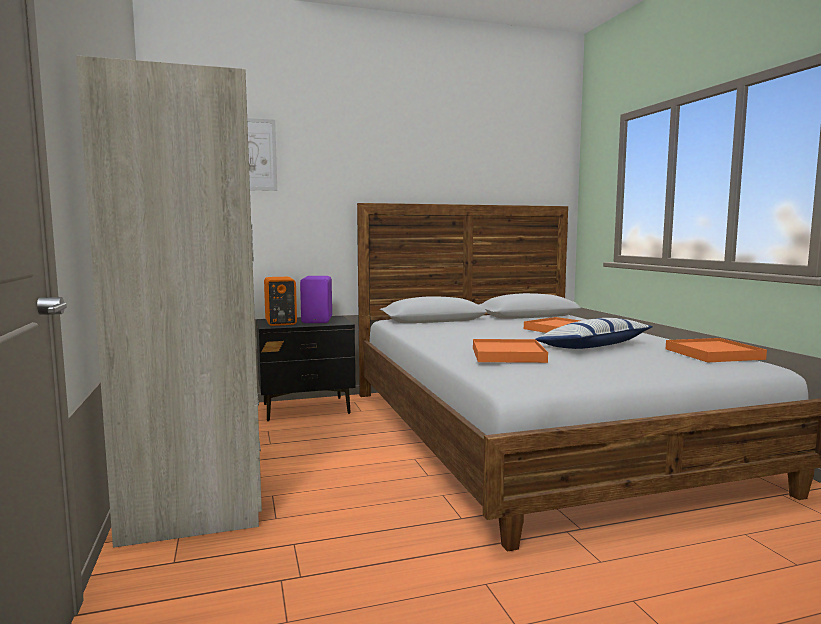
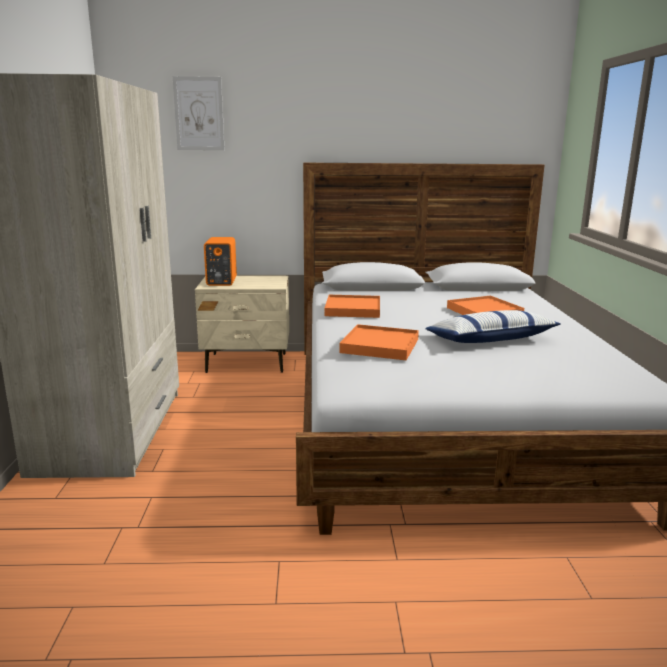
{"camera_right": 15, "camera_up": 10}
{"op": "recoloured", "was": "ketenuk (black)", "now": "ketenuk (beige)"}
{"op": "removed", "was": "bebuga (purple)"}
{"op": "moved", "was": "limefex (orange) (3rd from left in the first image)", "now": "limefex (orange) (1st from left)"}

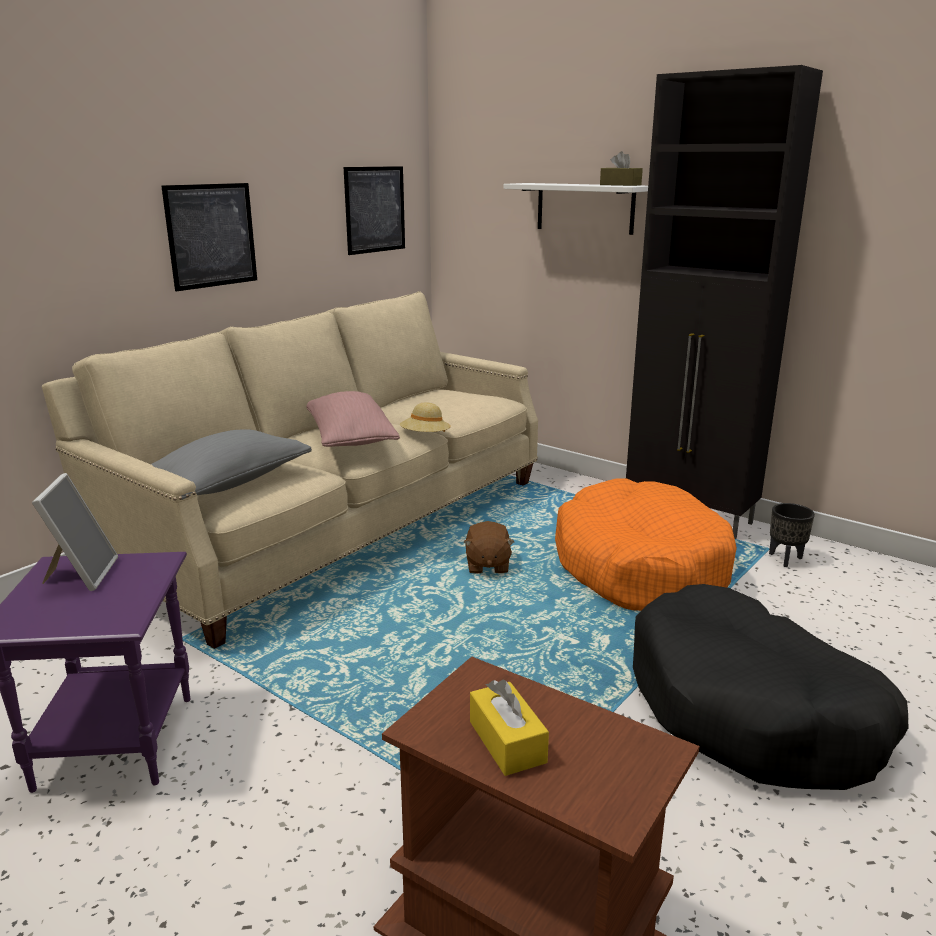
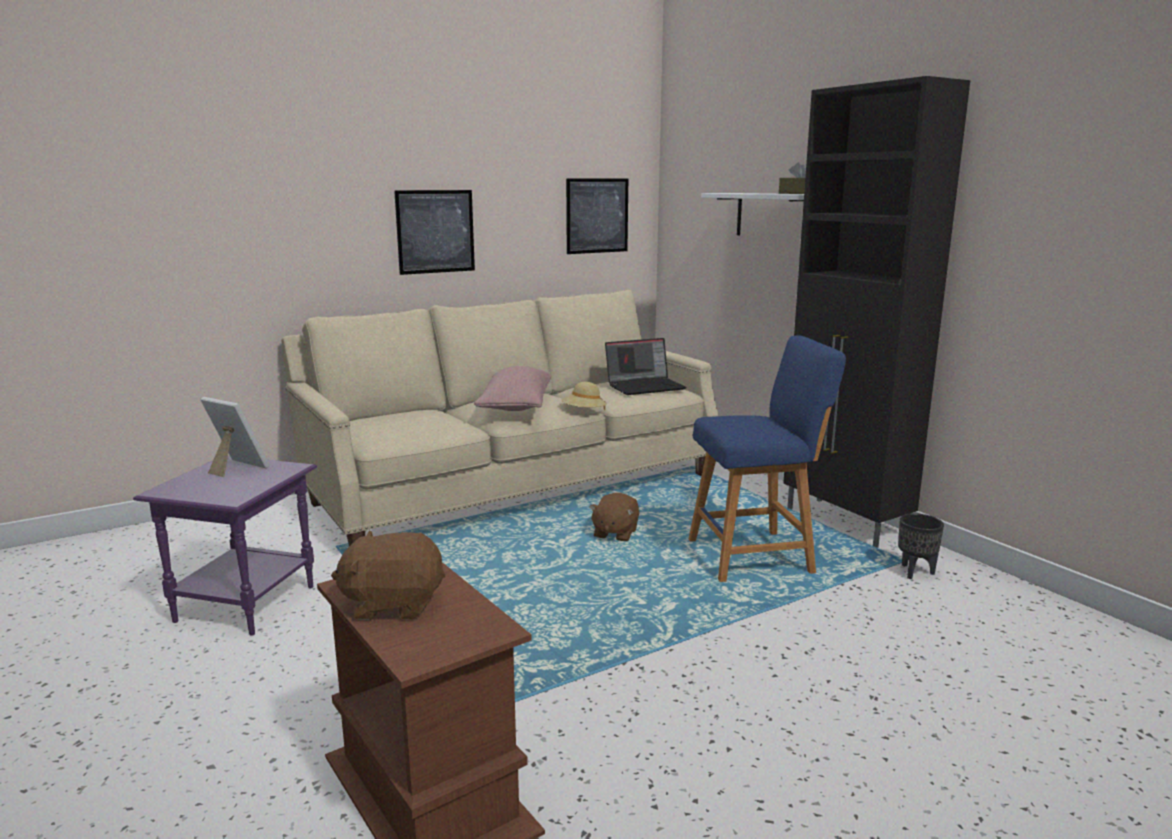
{"camera_right": 20, "camera_up": -5}
{"op": "turned", "was": "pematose", "clockwise": -75}
{"op": "removed", "was": "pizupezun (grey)"}
{"op": "replaced", "was": "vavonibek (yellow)", "now": "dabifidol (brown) (1st from left)"}
{"op": "replaced", "was": "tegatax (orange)", "now": "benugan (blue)"}
{"op": "removed", "was": "tegatax (black)"}
{"op": "added", "now": "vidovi"}

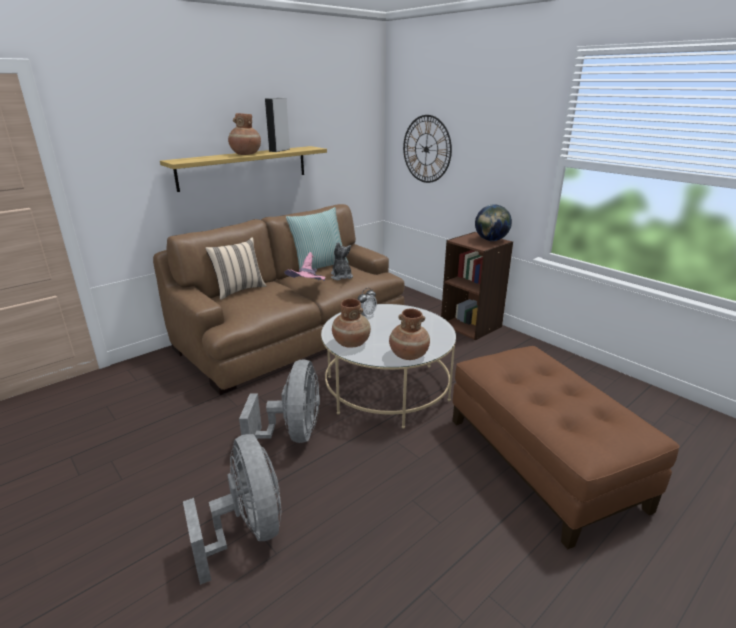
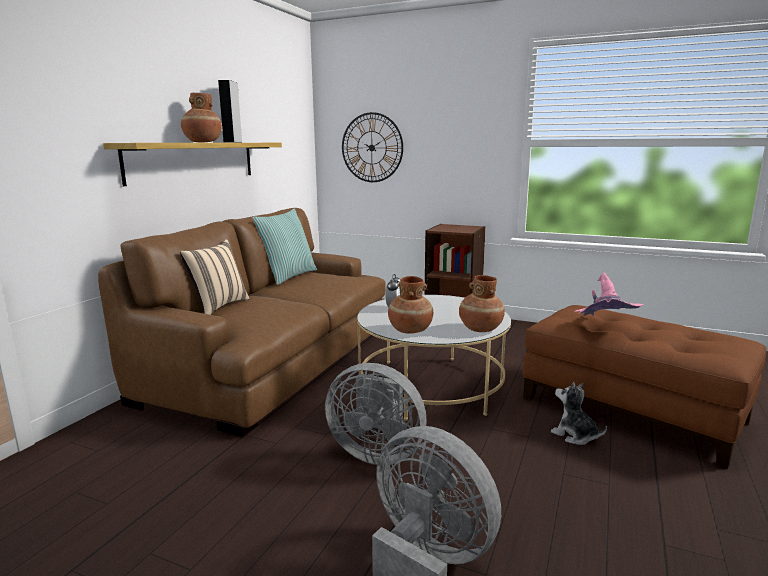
{"camera_right": -25, "camera_up": -10}
{"op": "turned", "was": "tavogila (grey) (2nd from left in the first image)", "clockwise": 135}
{"op": "moved", "was": "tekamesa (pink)"}
{"op": "moved", "was": "dabifidol"}
{"op": "removed", "was": "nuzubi"}

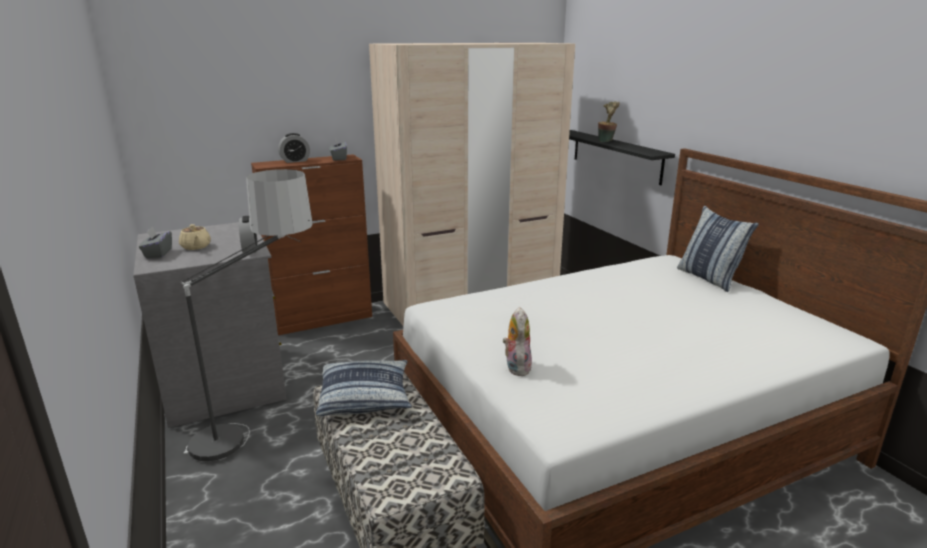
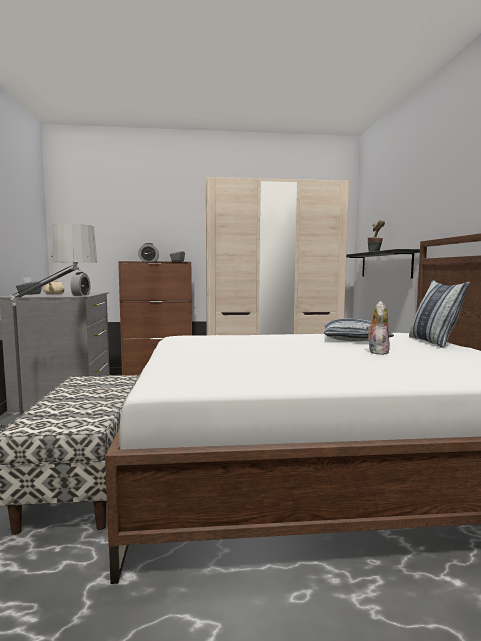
{"camera_right": 20, "camera_up": -15}
{"op": "moved", "was": "pizupezun (1st from left)"}
{"op": "moved", "was": "dabifidol"}

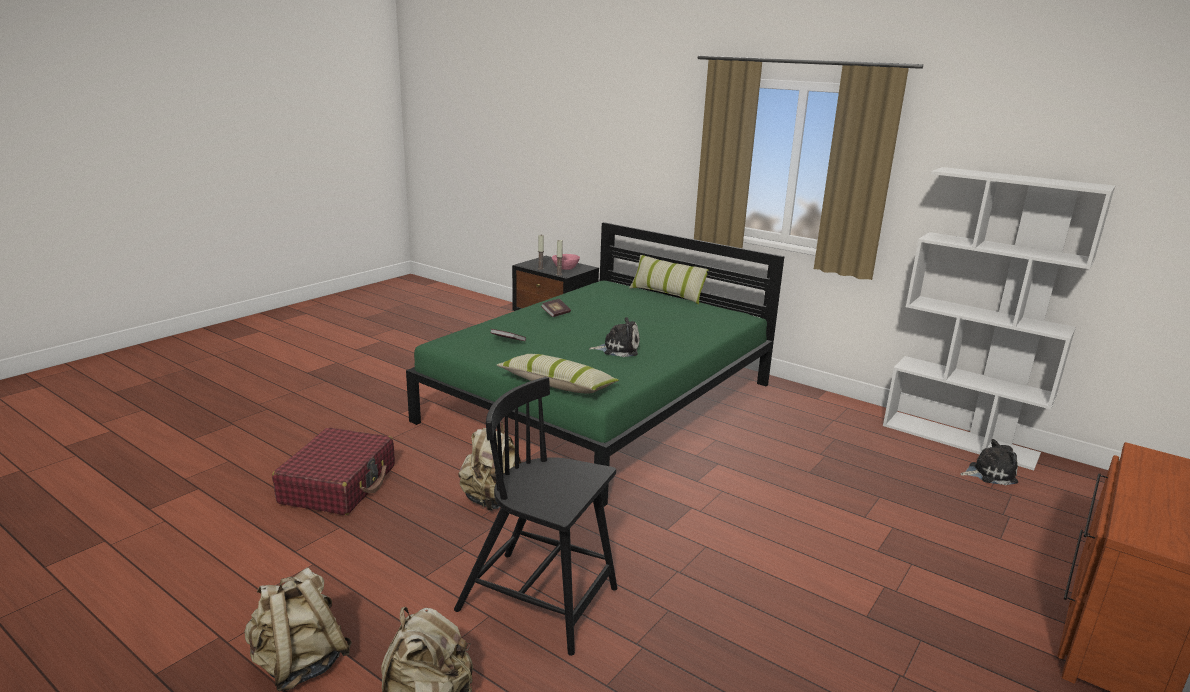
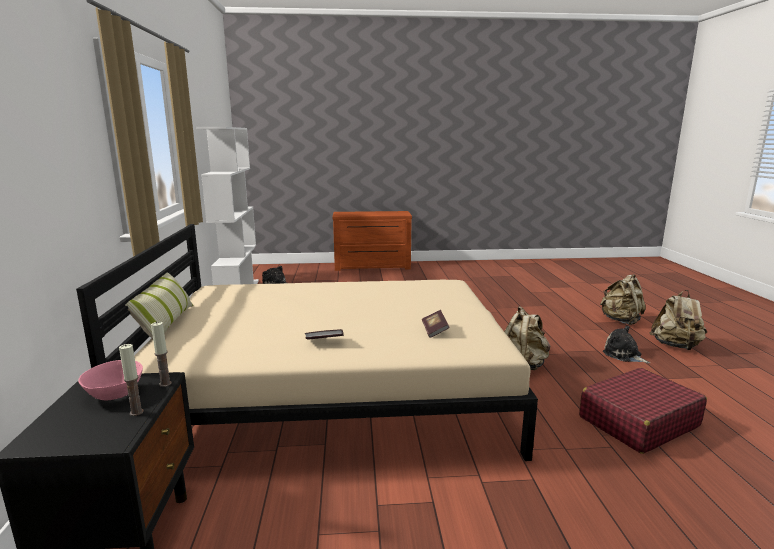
{"camera_right": -130, "camera_up": -5}
{"op": "recoloured", "was": "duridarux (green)", "now": "duridarux (beige)"}
{"op": "removed", "was": "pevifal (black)"}
{"op": "removed", "was": "pizupezun (1st from left)"}
{"op": "moved", "was": "dabifidol (1st from left in the first image)", "now": "dabifidol (2nd from left)"}

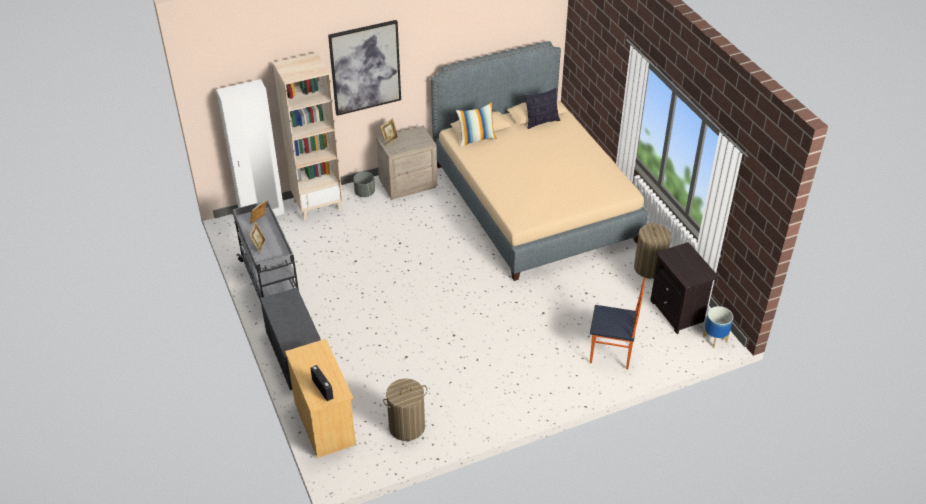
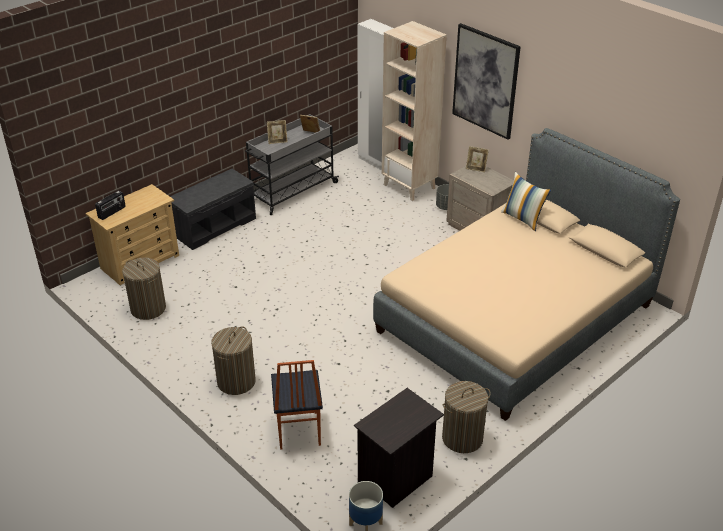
{"camera_right": 70, "camera_up": -5}
{"op": "removed", "was": "pizupezun (2nd from left)"}
{"op": "added", "now": "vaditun (2nd from left)"}

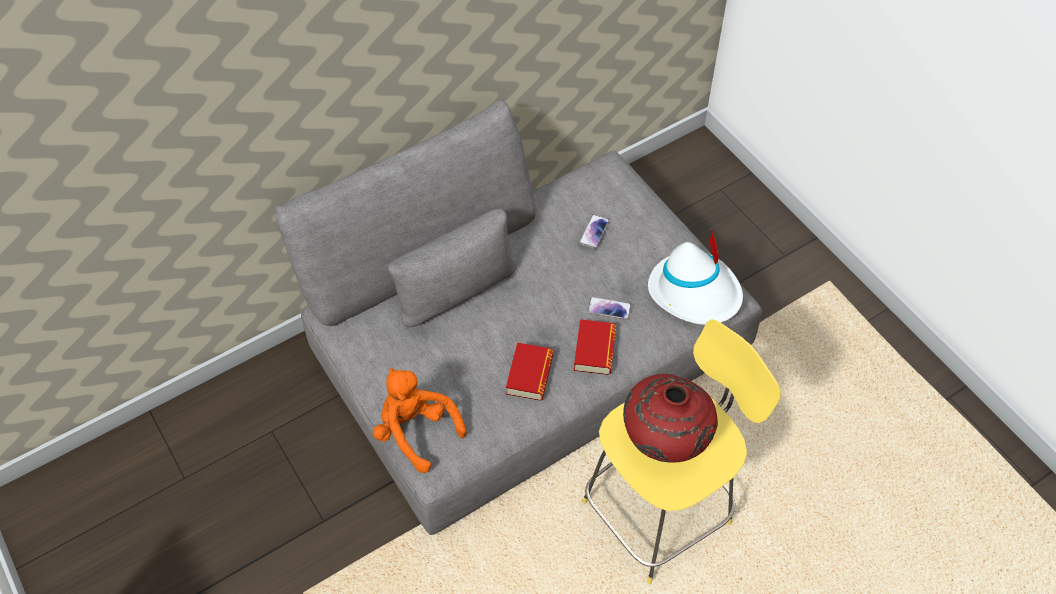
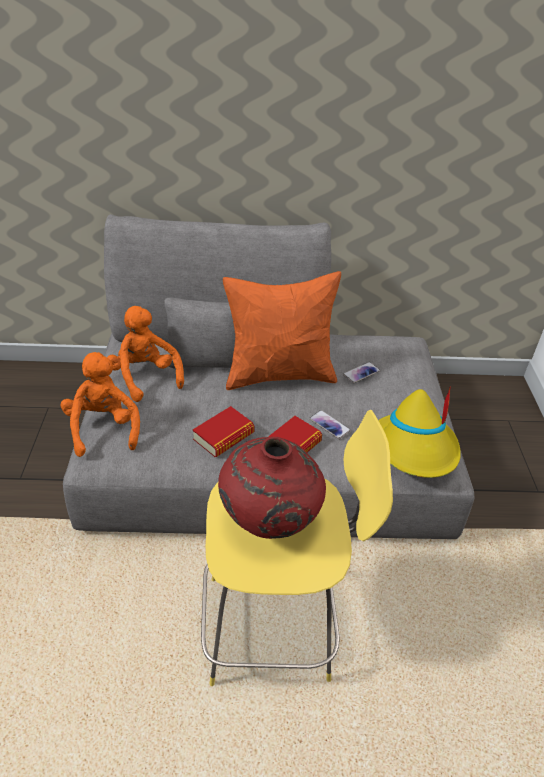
{"camera_right": 30, "camera_up": -15}
{"op": "recoloured", "was": "tekamesa (white)", "now": "tekamesa (yellow)"}
{"op": "added", "now": "dabifidol (orange) (2nd from left)"}
{"op": "added", "now": "pizupezun (orange)"}

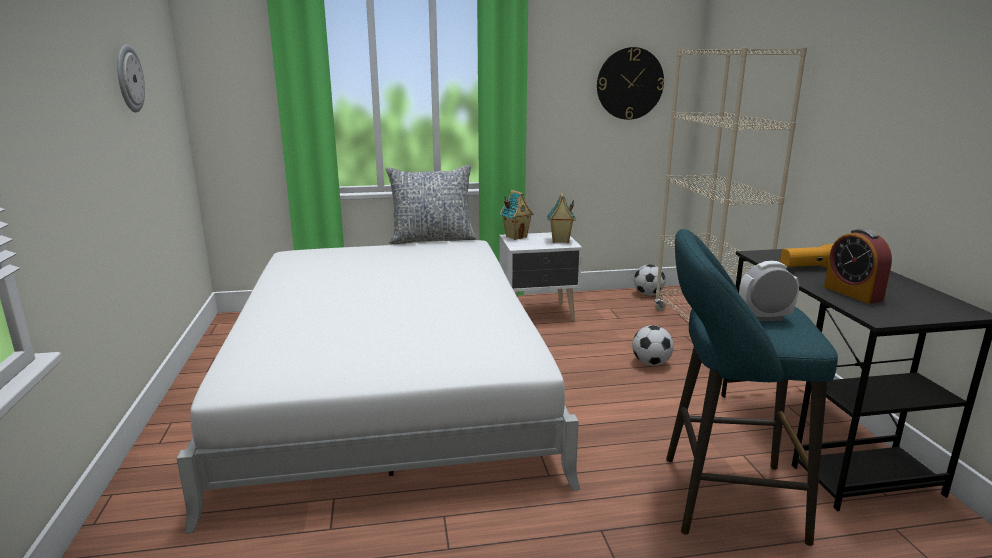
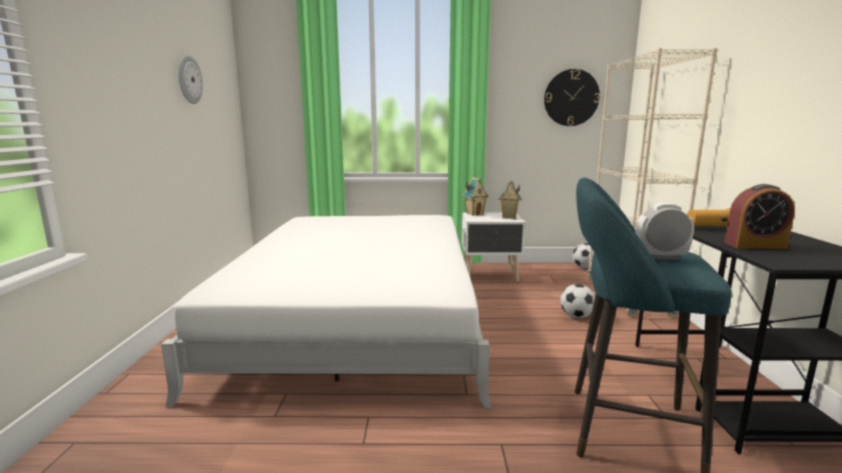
{"camera_right": 10, "camera_up": -5}
{"op": "removed", "was": "pizupezun"}
{"op": "turned", "was": "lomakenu (2nd from left)", "clockwise": -75}

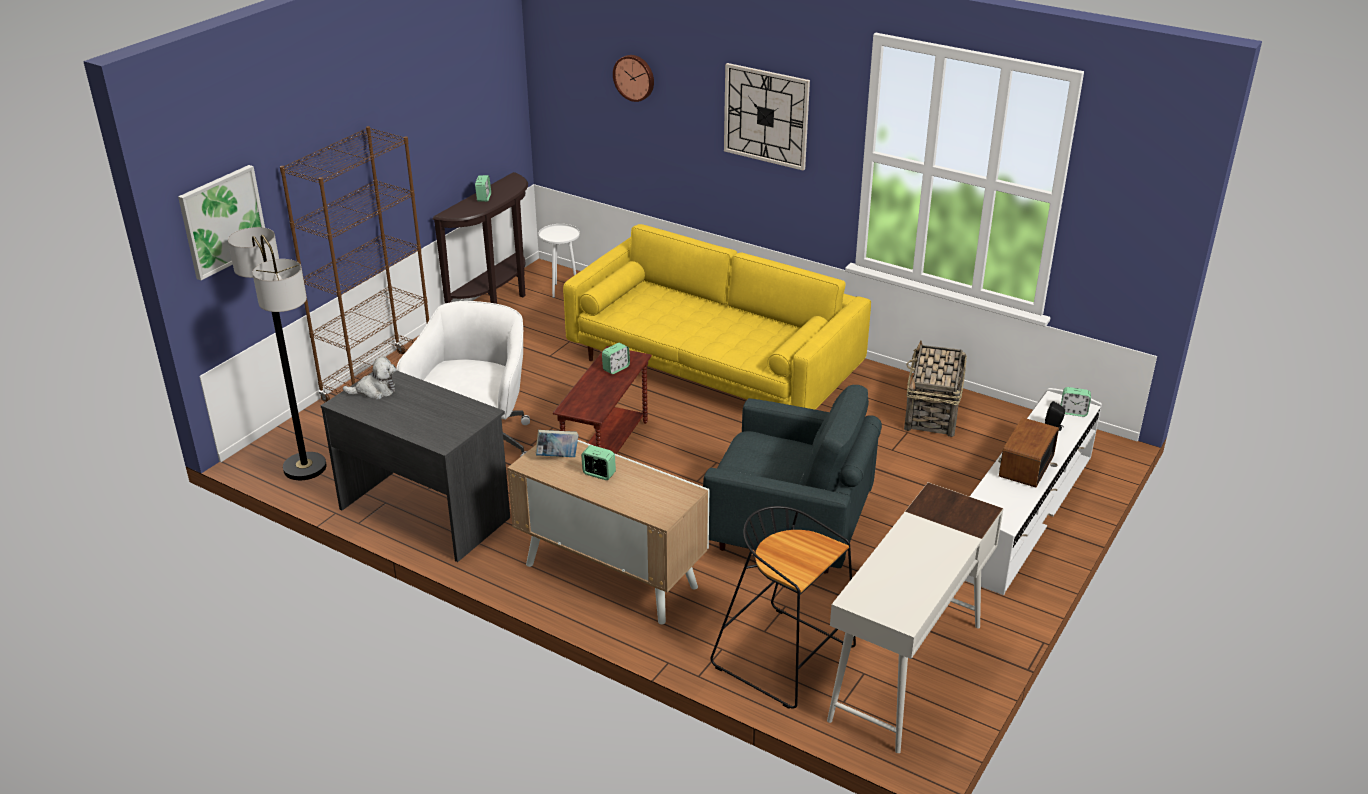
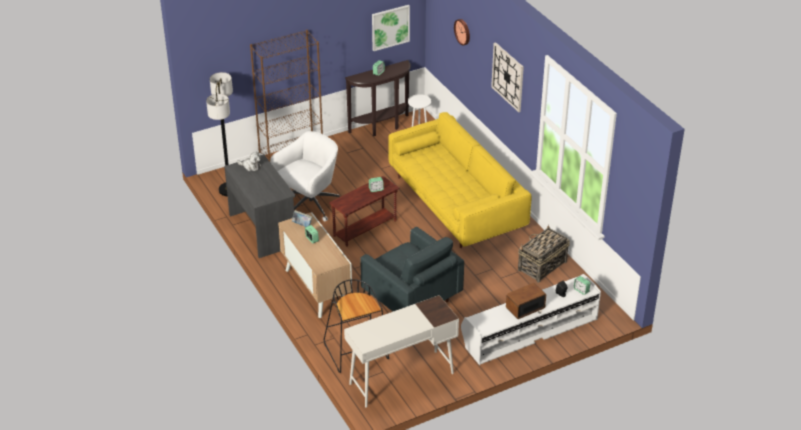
{"camera_right": 30, "camera_up": 5}
{"op": "moved", "was": "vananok"}

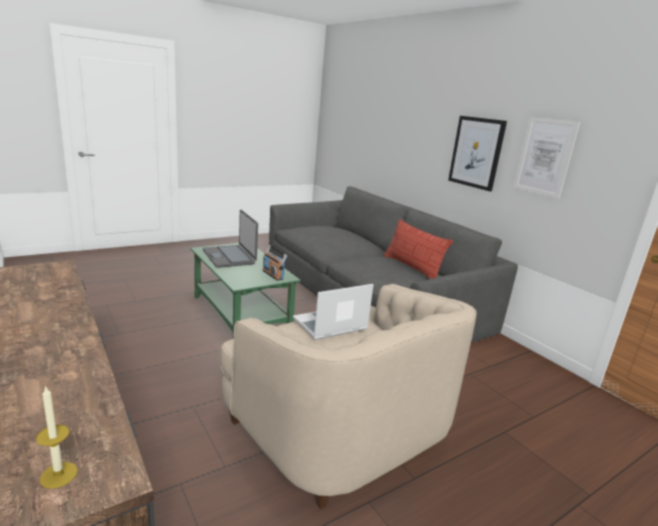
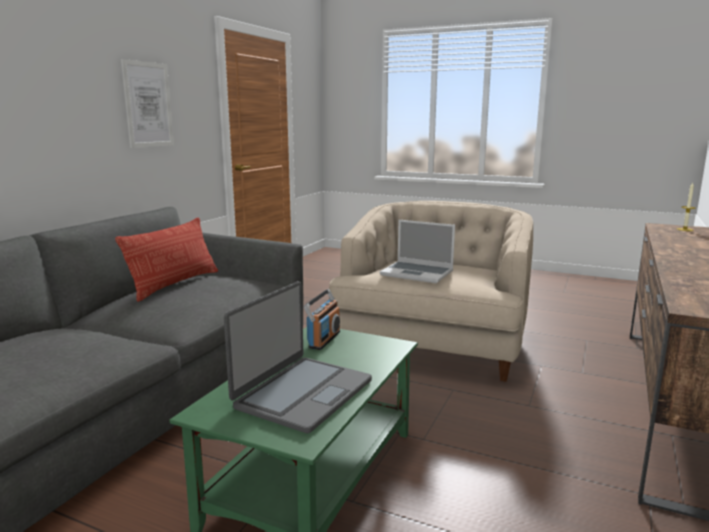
{"camera_right": -120, "camera_up": -5}
{"op": "removed", "was": "vananok (1st from left)"}

